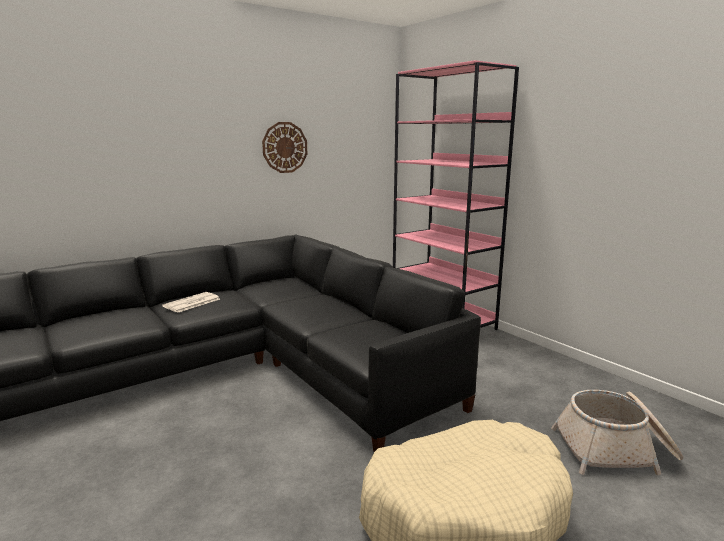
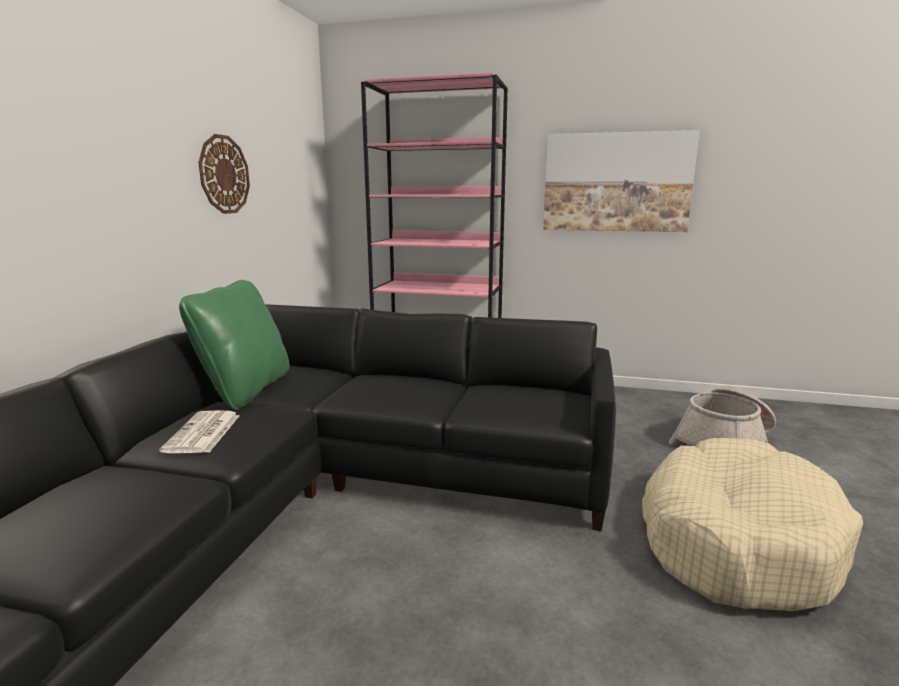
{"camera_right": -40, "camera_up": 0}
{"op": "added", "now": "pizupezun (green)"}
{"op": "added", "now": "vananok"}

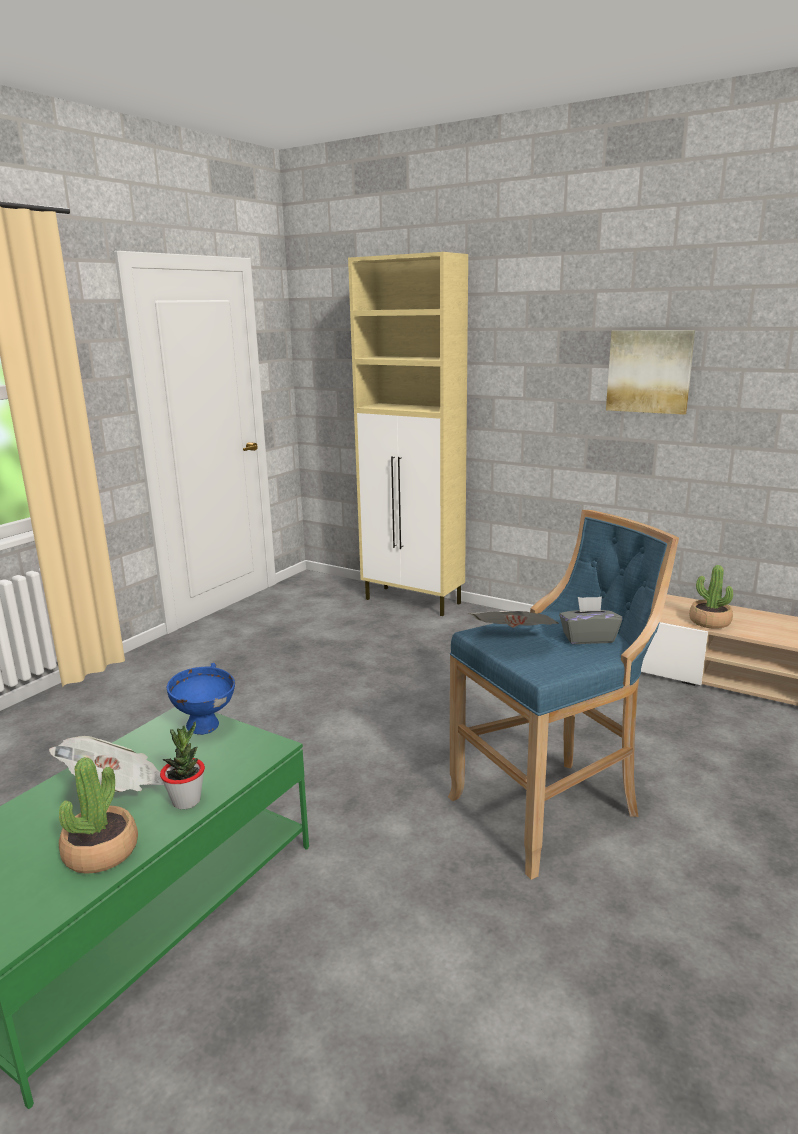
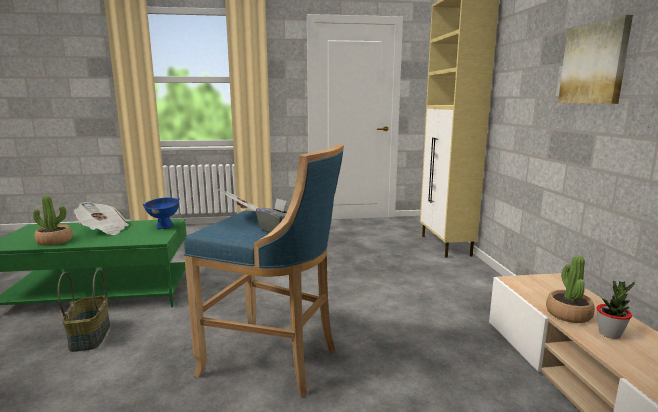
{"camera_right": 50, "camera_up": -5}
{"op": "moved", "was": "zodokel (2nd from left in the first image)", "now": "zodokel (3rd from left)"}
{"op": "added", "now": "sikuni"}

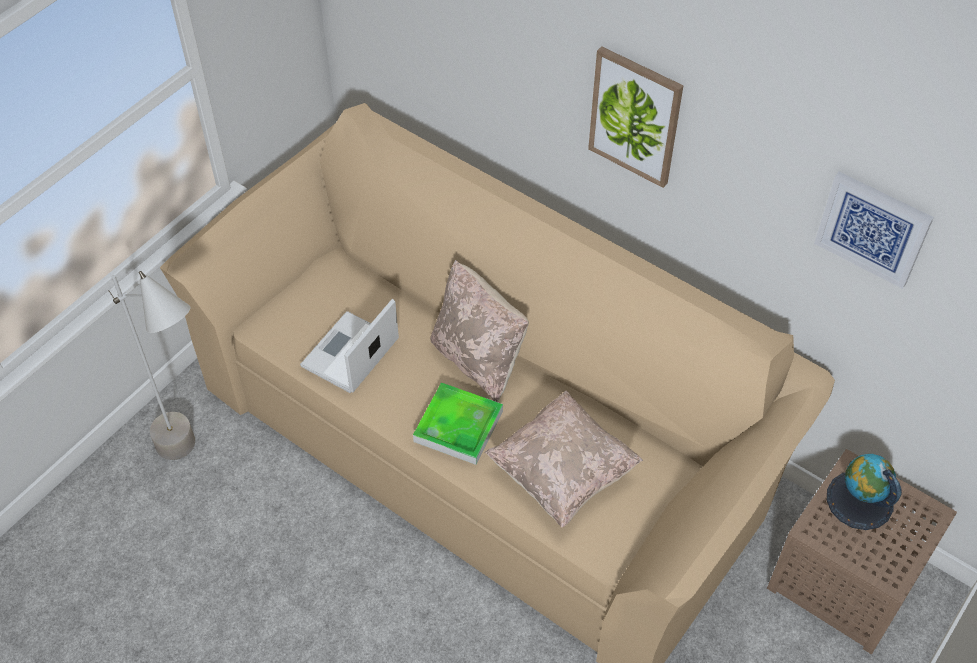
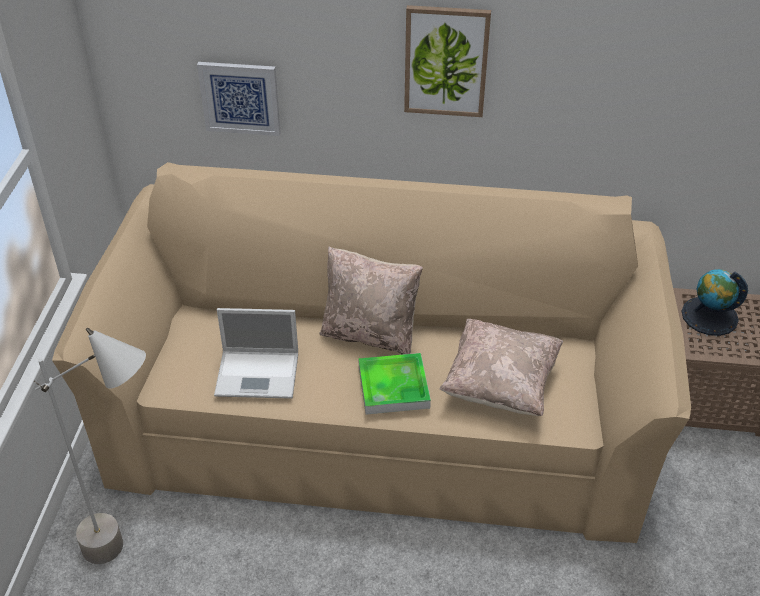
{"camera_right": -30, "camera_up": -10}
{"op": "turned", "was": "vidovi", "clockwise": -90}
{"op": "moved", "was": "vananok (2nd from left in the first image)", "now": "vananok (1st from left)"}

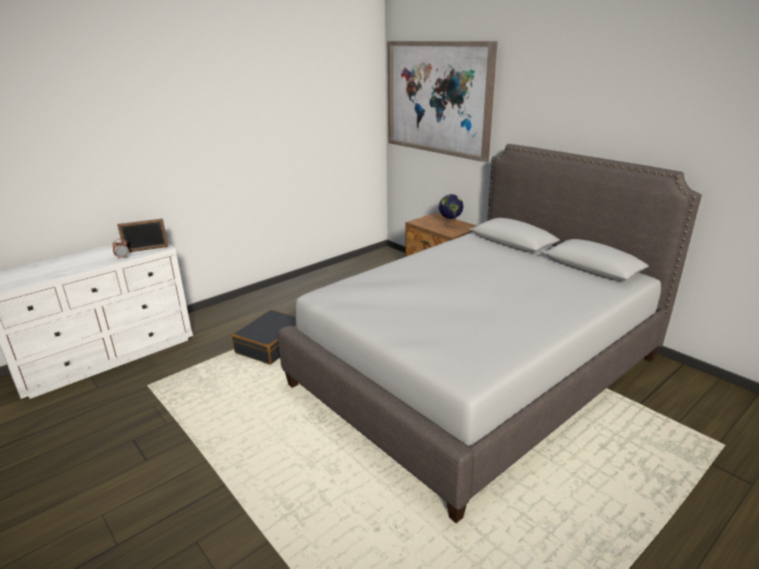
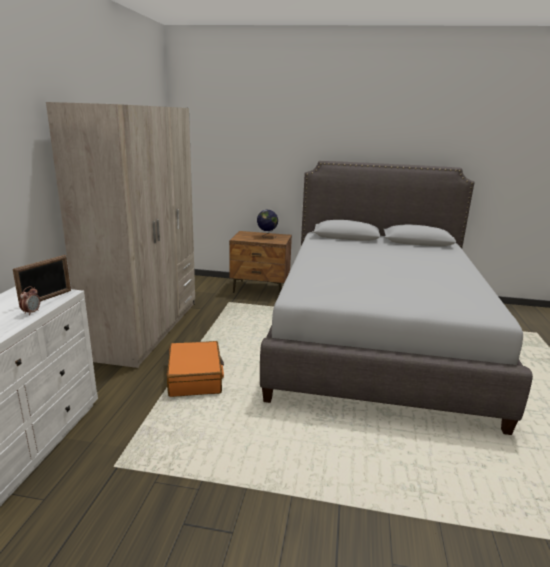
{"camera_right": -40, "camera_up": -5}
{"op": "recoloured", "was": "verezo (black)", "now": "verezo (orange)"}
{"op": "removed", "was": "vananok"}
{"op": "added", "now": "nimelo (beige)"}

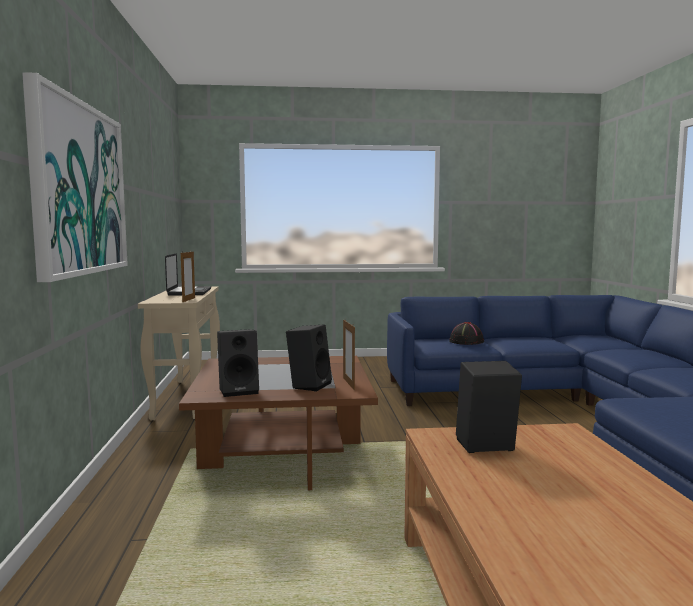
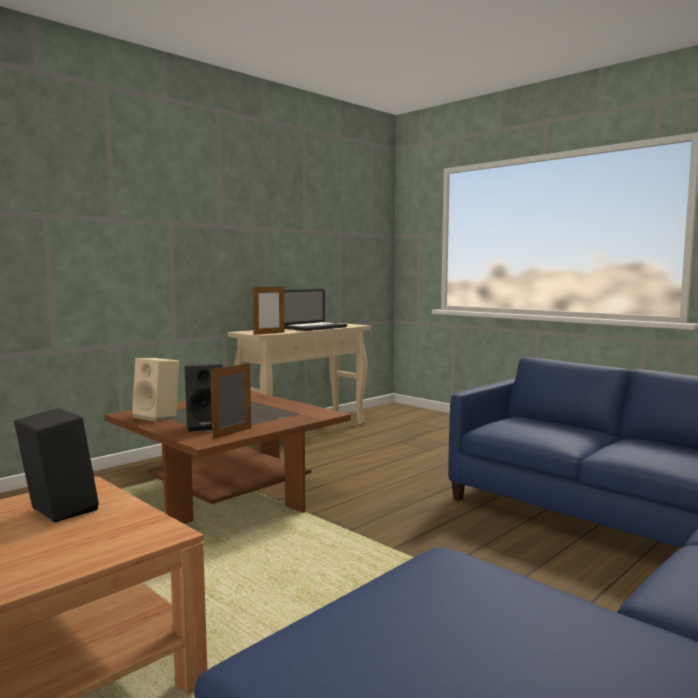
{"camera_right": 50, "camera_up": 0}
{"op": "removed", "was": "vananok"}
{"op": "recoloured", "was": "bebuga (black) (1st from left)", "now": "bebuga (beige)"}
{"op": "removed", "was": "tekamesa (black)"}

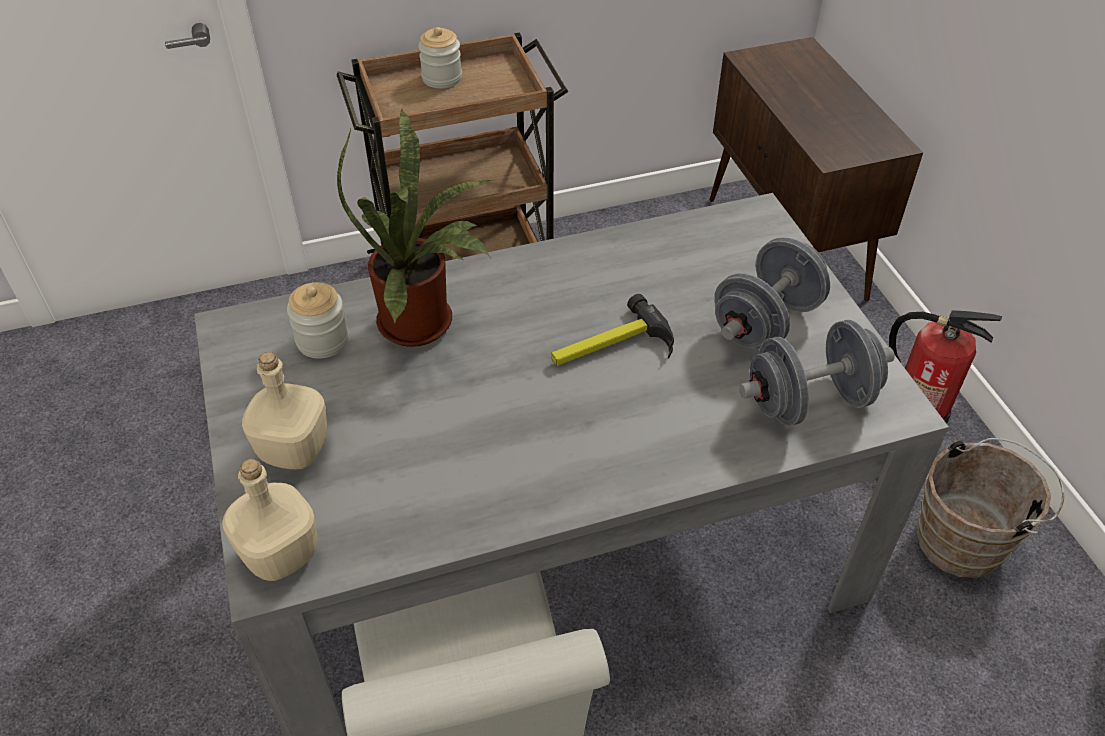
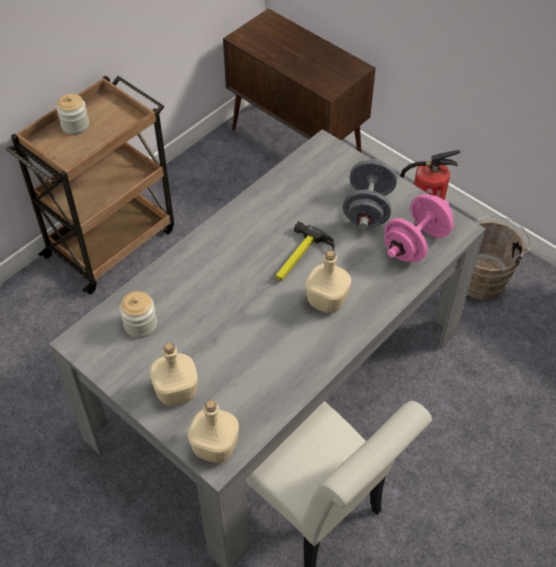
{"camera_right": -30, "camera_up": 5}
{"op": "removed", "was": "zodokel"}
{"op": "recoloured", "was": "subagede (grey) (2nd from left)", "now": "subagede (pink)"}
{"op": "added", "now": "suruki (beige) (3rd from left)"}

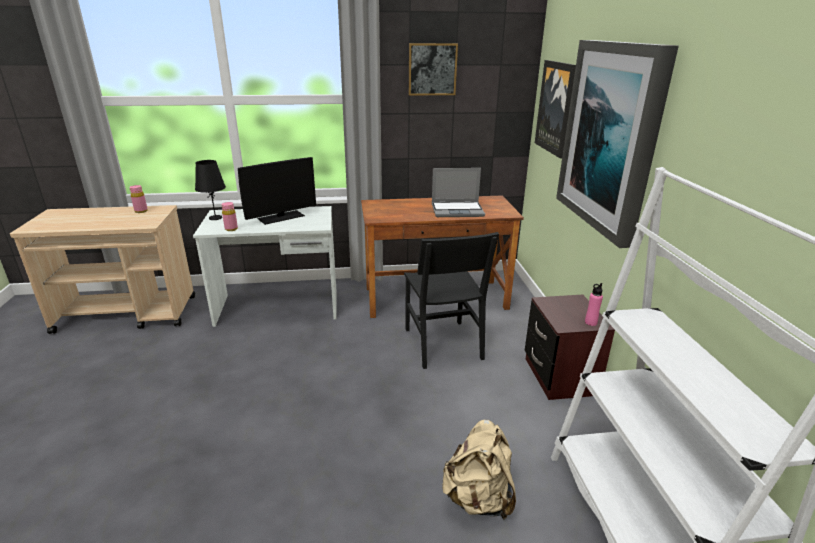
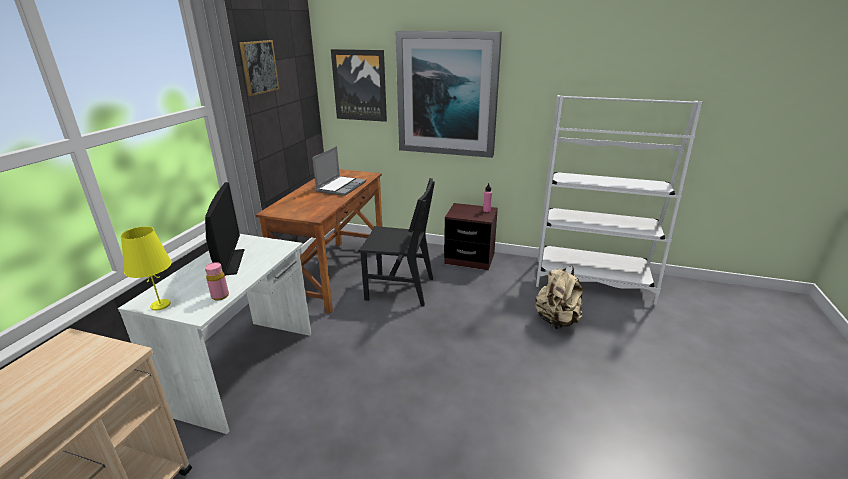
{"camera_right": -65, "camera_up": 0}
{"op": "removed", "was": "suruki (pink) (1st from left)"}
{"op": "recoloured", "was": "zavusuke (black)", "now": "zavusuke (yellow)"}

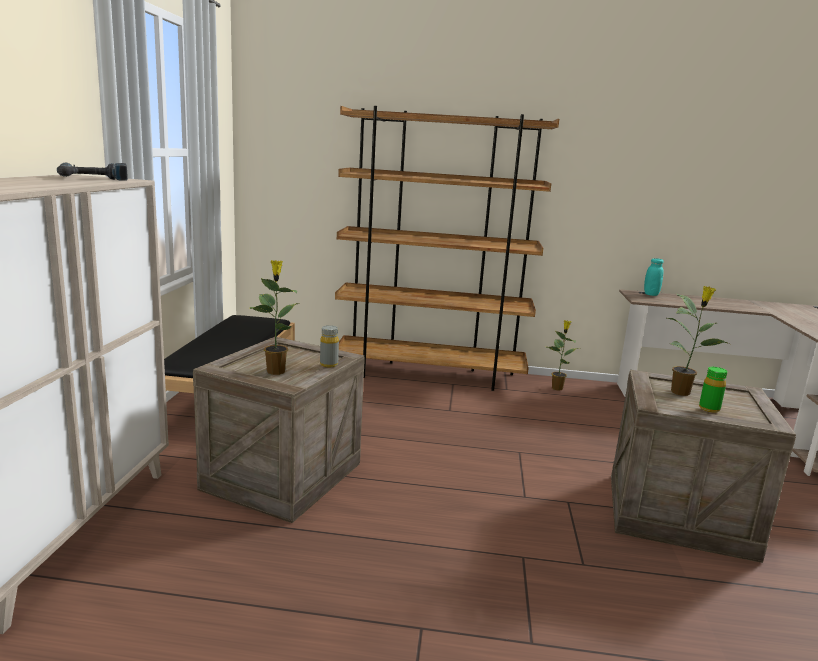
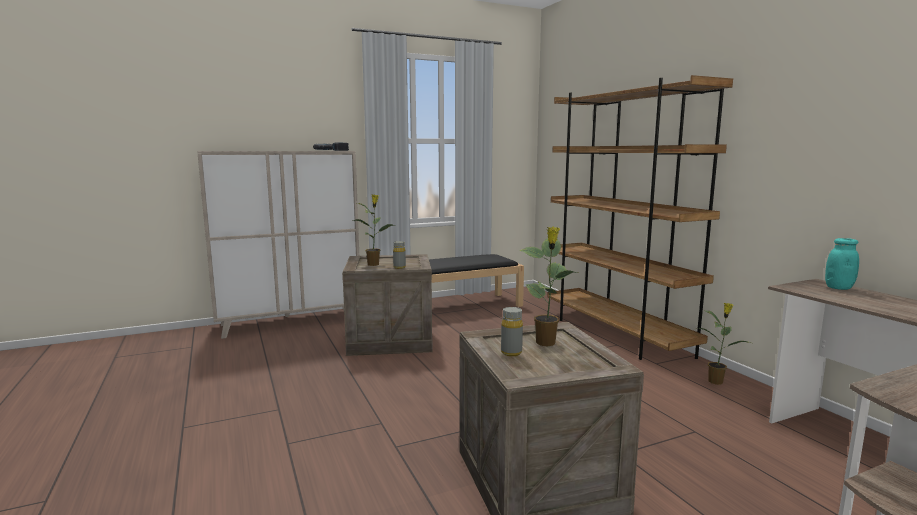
{"camera_right": 60, "camera_up": -5}
{"op": "recoloured", "was": "suruki (green)", "now": "suruki (grey) (2nd from left)"}

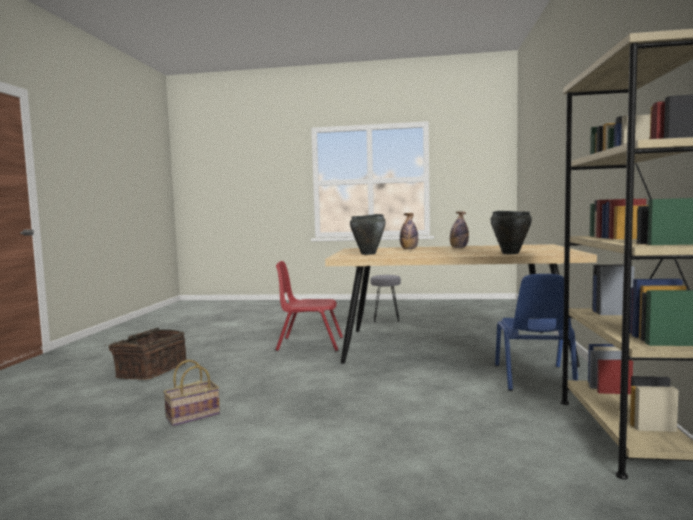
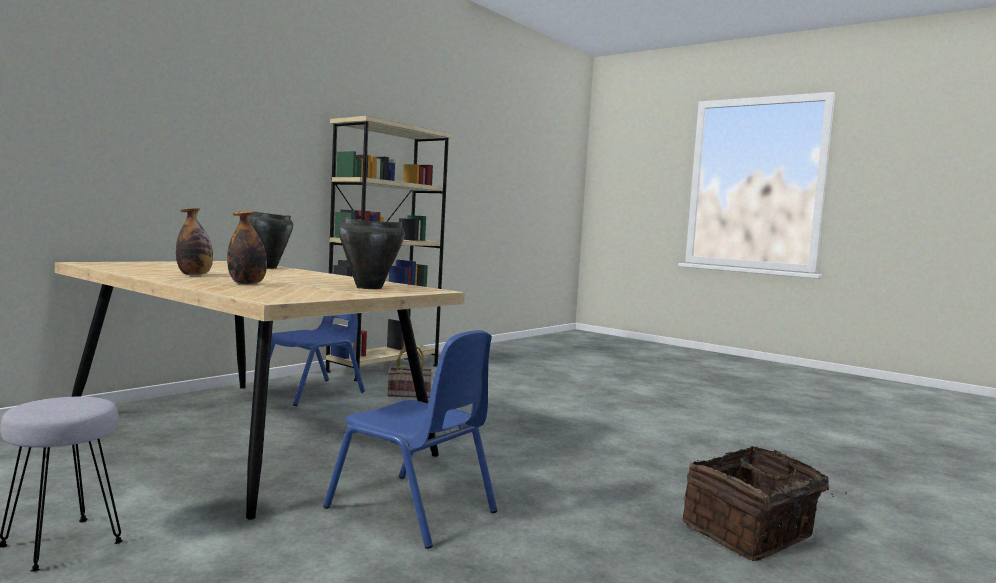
{"camera_right": -150, "camera_up": 0}
{"op": "moved", "was": "sikuni (2nd from left in the first image)", "now": "sikuni (1st from left)"}
{"op": "recoloured", "was": "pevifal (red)", "now": "pevifal (blue) (2nd from left)"}

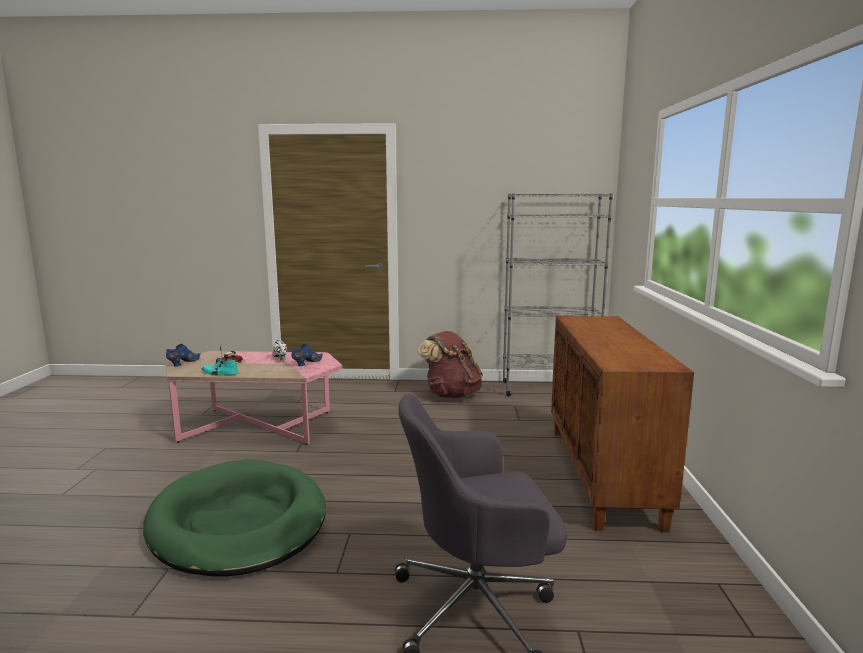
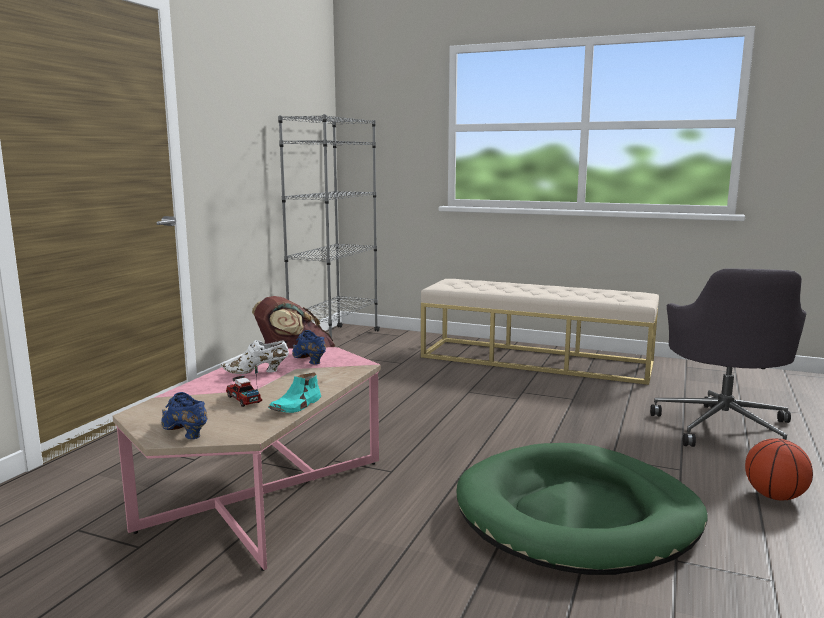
{"camera_right": -70, "camera_up": 0}
{"op": "replaced", "was": "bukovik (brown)", "now": "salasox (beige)"}
{"op": "added", "now": "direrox"}

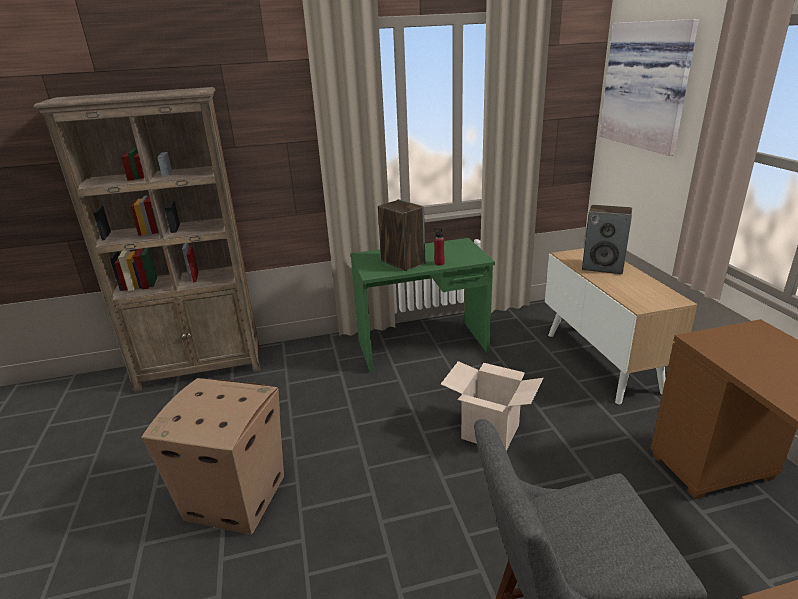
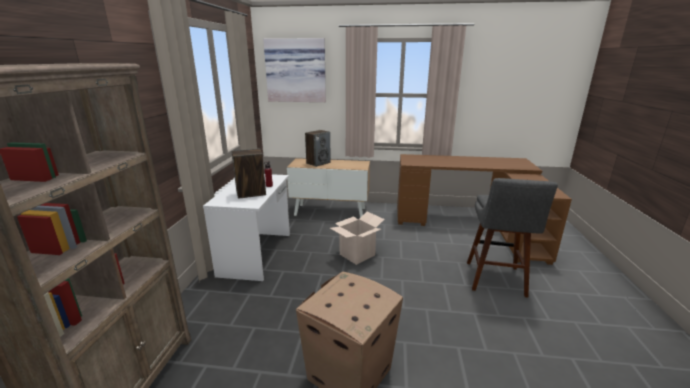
{"camera_right": -70, "camera_up": -5}
{"op": "recoloured", "was": "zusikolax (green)", "now": "zusikolax (white)"}

